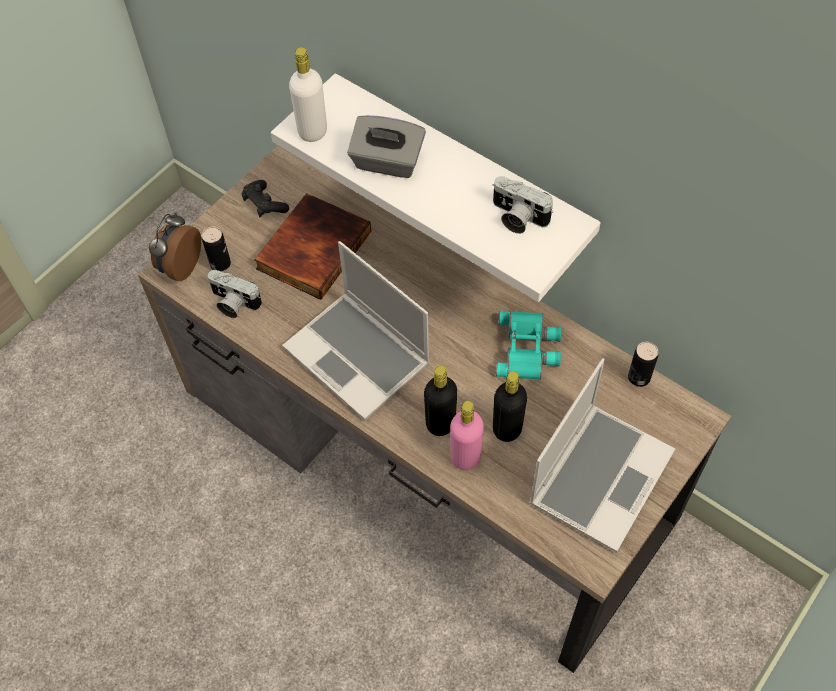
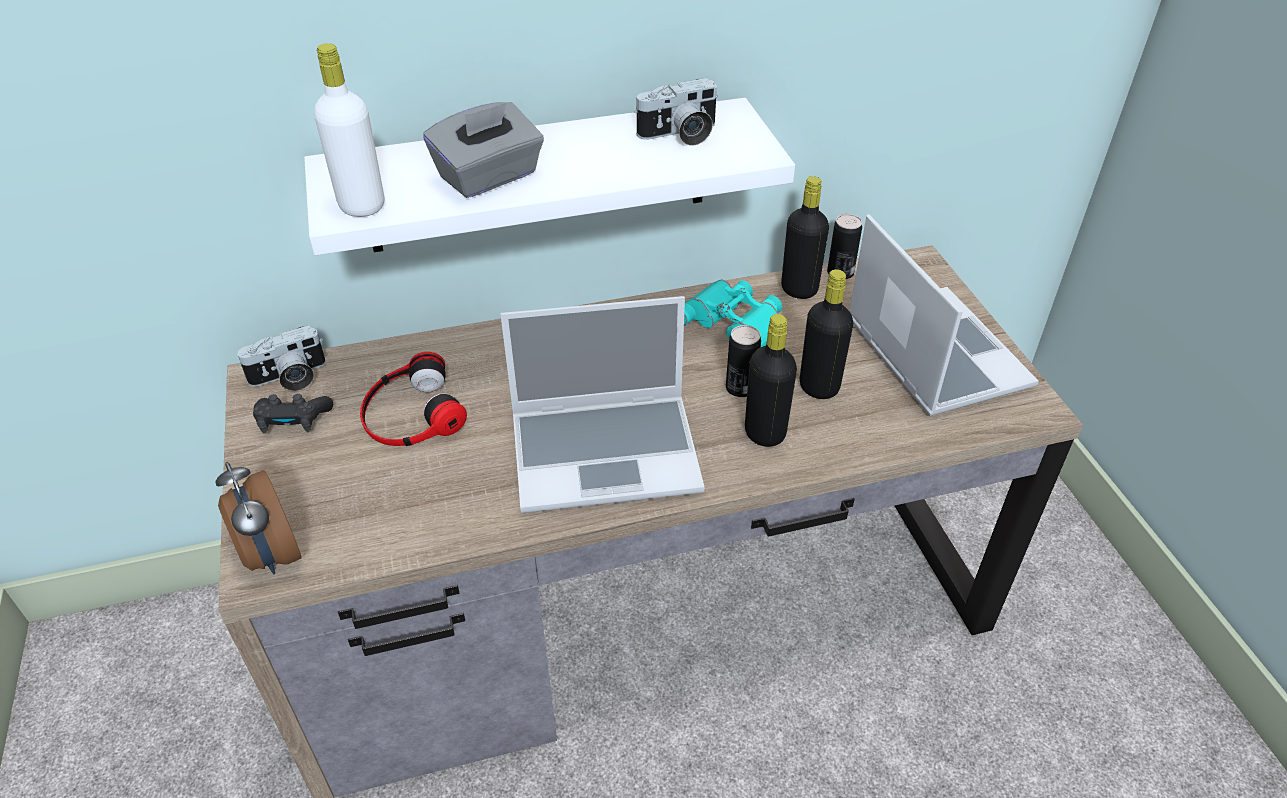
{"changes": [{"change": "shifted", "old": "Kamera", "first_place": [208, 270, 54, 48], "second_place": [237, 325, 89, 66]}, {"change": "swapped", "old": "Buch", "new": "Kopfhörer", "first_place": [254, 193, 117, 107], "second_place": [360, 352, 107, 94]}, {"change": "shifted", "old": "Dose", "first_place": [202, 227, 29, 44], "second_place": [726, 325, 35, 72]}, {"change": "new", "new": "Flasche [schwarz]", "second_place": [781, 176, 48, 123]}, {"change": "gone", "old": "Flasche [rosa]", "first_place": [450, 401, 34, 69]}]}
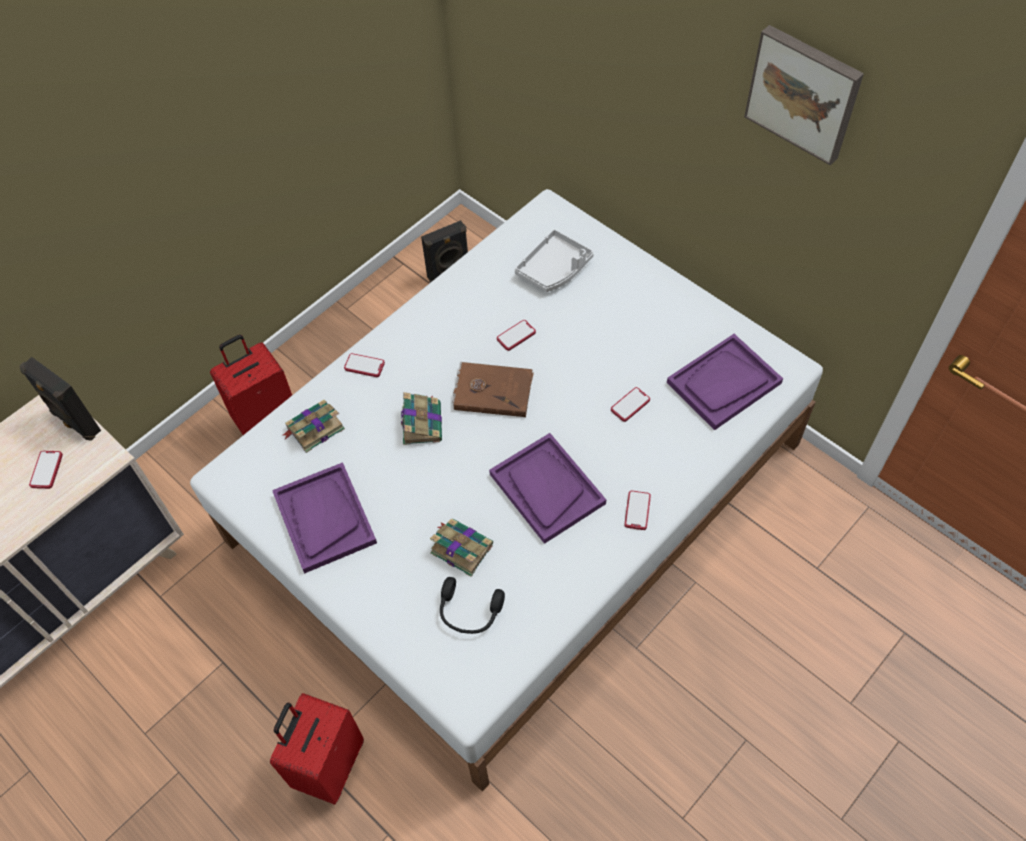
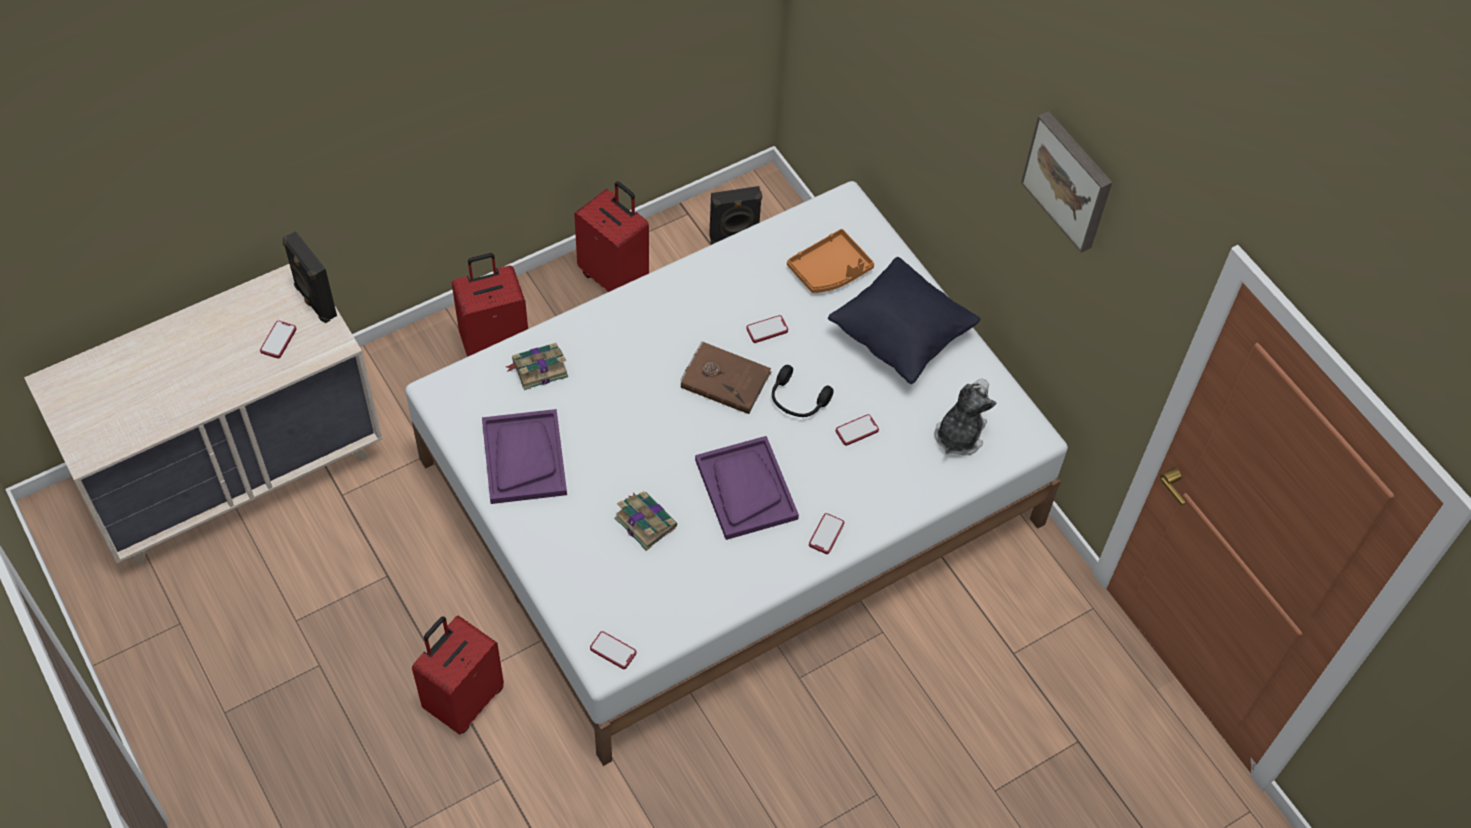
{"changes": [{"change": "new", "new": "Koffer [rot]", "second_place": [574, 181, 75, 111]}, {"change": "shifted", "old": "Handy", "first_place": [344, 353, 41, 24], "second_place": [590, 631, 47, 38]}, {"change": "shifted", "old": "Kopfhörer [schwarz]", "first_place": [440, 577, 65, 57], "second_place": [772, 365, 61, 52]}, {"change": "repainted", "old": "Tablett [grau]", "new": "Tablett [orange]", "first_place": [515, 229, 79, 63], "second_place": [787, 229, 87, 64]}, {"change": "new", "new": "Kissen [schwarz]", "second_place": [828, 257, 152, 127]}, {"change": "swapped", "old": "Tablett [lila]", "new": "Plüschtier", "first_place": [667, 334, 116, 96], "second_place": [935, 379, 62, 77]}, {"change": "gone", "old": "Buch", "first_place": [401, 392, 41, 53]}]}
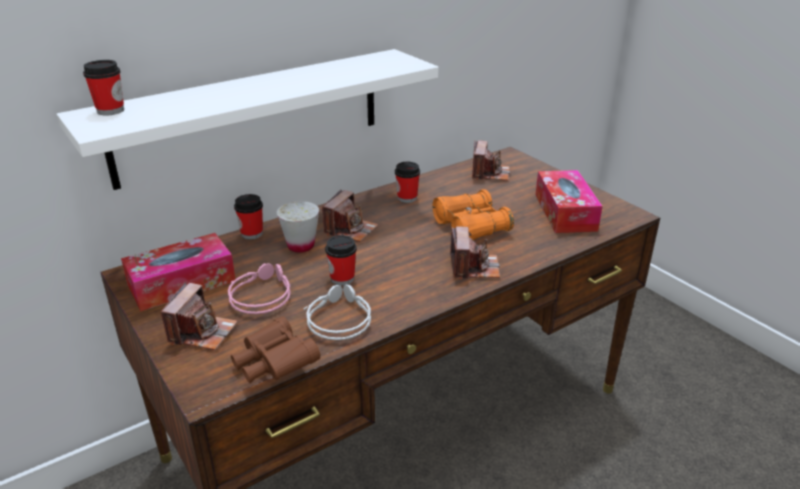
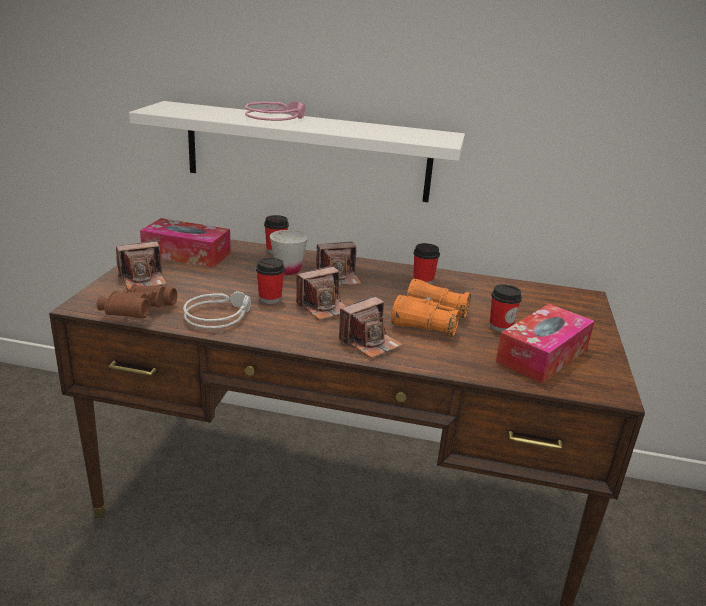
{"changes": [{"change": "shifted", "old": "Kopfhörer [rosa]", "first_place": [228, 263, 63, 51], "second_place": [245, 101, 61, 20]}, {"change": "shifted", "old": "Kamera", "first_place": [472, 140, 38, 41], "second_place": [296, 266, 50, 54]}, {"change": "shifted", "old": "Tasse", "first_place": [83, 60, 41, 55], "second_place": [490, 284, 32, 48]}]}
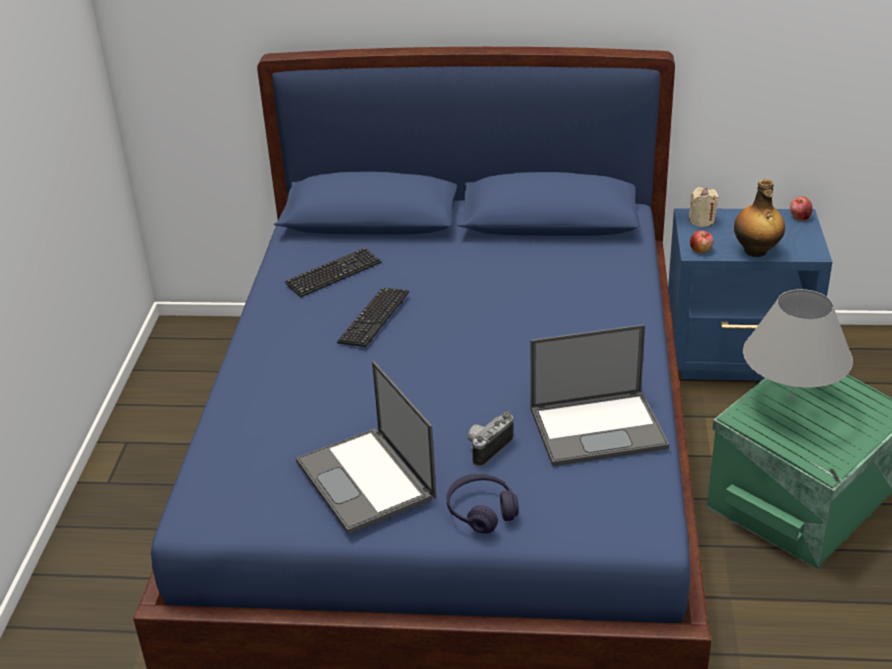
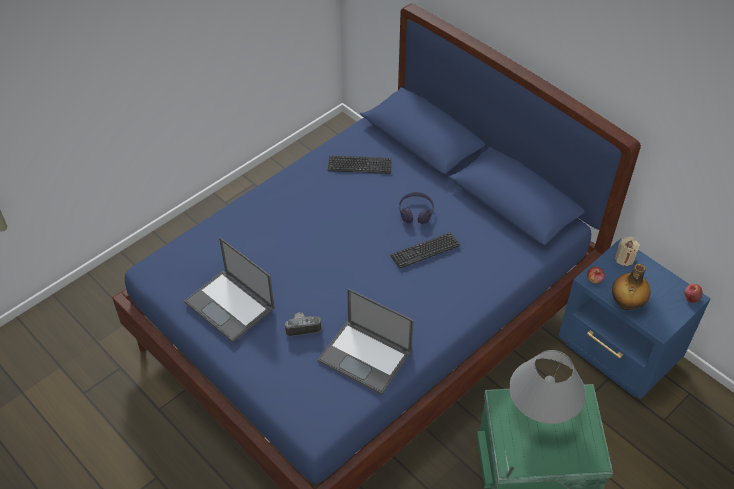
{"changes": [{"change": "rotated", "old": "Laptop", "first_place": [296, 361, 140, 173], "second_place": [184, 237, 90, 106], "degrees": -60}, {"change": "shifted", "old": "Tastatur", "first_place": [337, 288, 72, 59], "second_place": [390, 232, 70, 36]}, {"change": "shifted", "old": "Kopfhörer [lila]", "first_place": [446, 474, 73, 59], "second_place": [399, 192, 35, 32]}]}
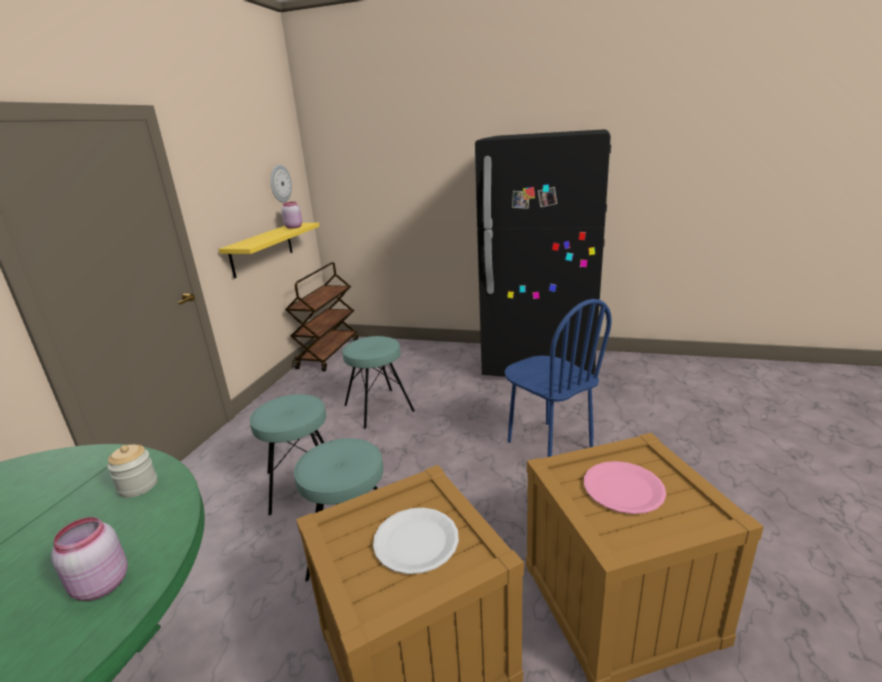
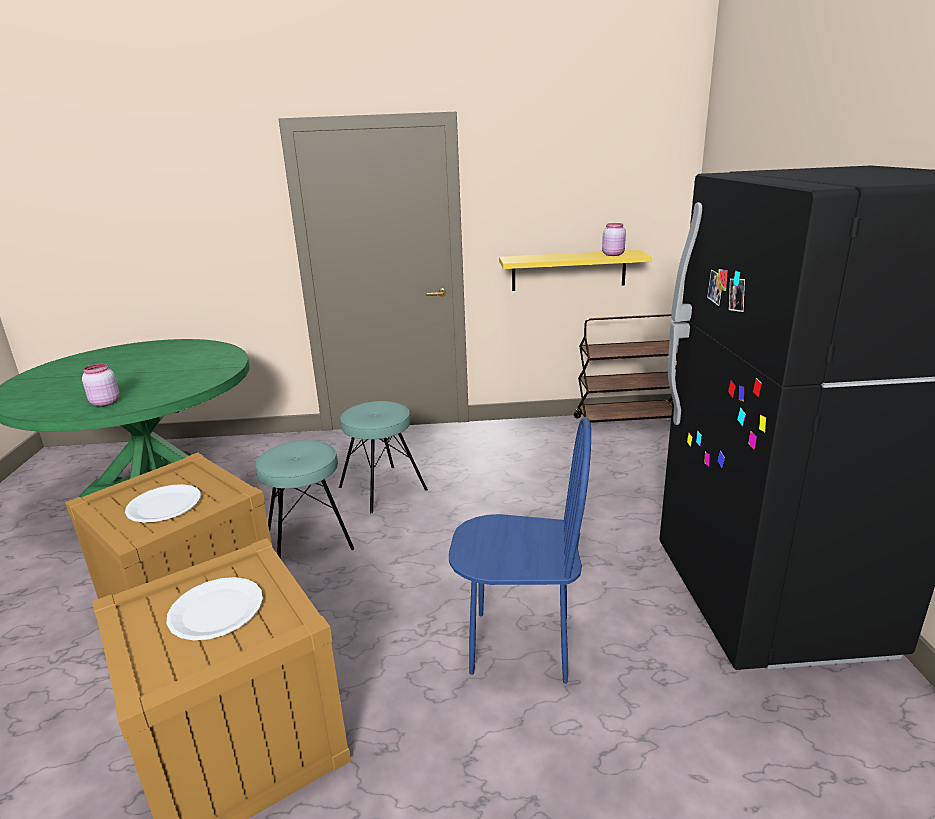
{"changes": [{"change": "repainted", "old": "Teller [rosa]", "new": "Teller [weiß]", "first_place": [584, 461, 82, 53], "second_place": [166, 577, 97, 63]}, {"change": "rotated", "old": "Stuhl [blau]", "first_place": [505, 299, 107, 158], "second_place": [449, 417, 142, 267], "degrees": -120}, {"change": "gone", "old": "Vorratsglas", "first_place": [107, 444, 50, 54]}, {"change": "gone", "old": "Wanduhr", "first_place": [271, 165, 21, 37]}, {"change": "gone", "old": "Hocker [türkis]", "first_place": [343, 336, 72, 93]}]}
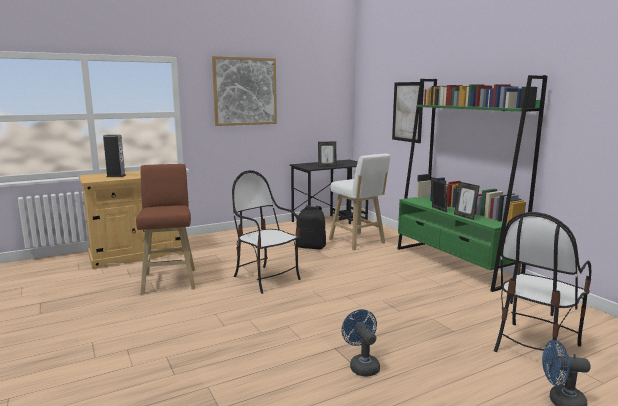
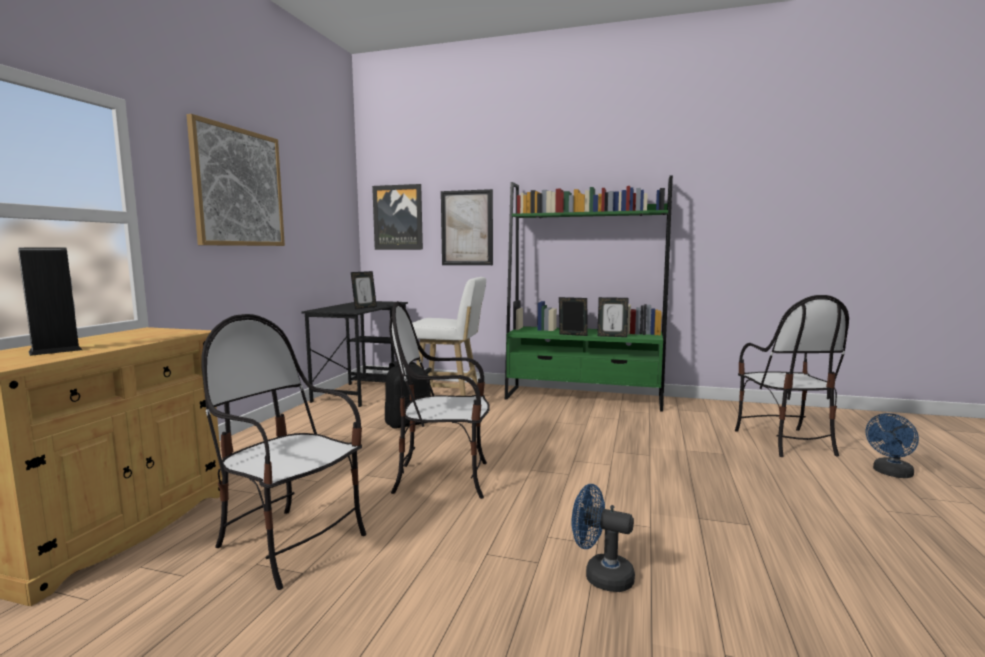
{"changes": [{"change": "swapped", "old": "Hocker [braun]", "new": "Stuhl", "first_place": [136, 164, 59, 130], "second_place": [201, 314, 165, 276]}, {"change": "new", "new": "Bild", "second_place": [372, 184, 51, 66]}, {"change": "shifted", "old": "Ventilator [blau]", "first_place": [341, 309, 39, 68], "second_place": [571, 484, 64, 108]}]}
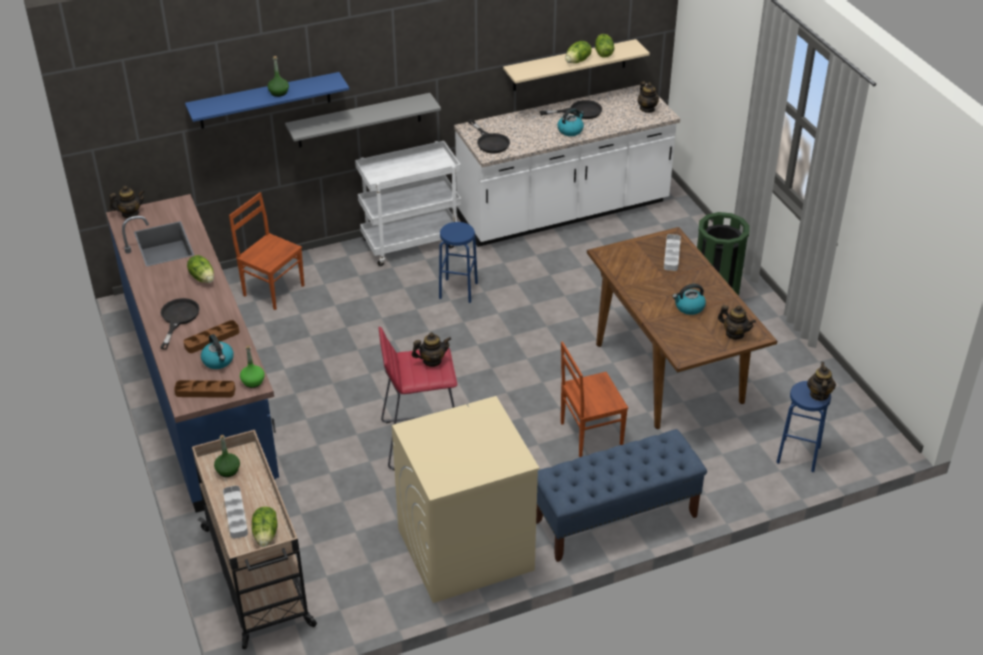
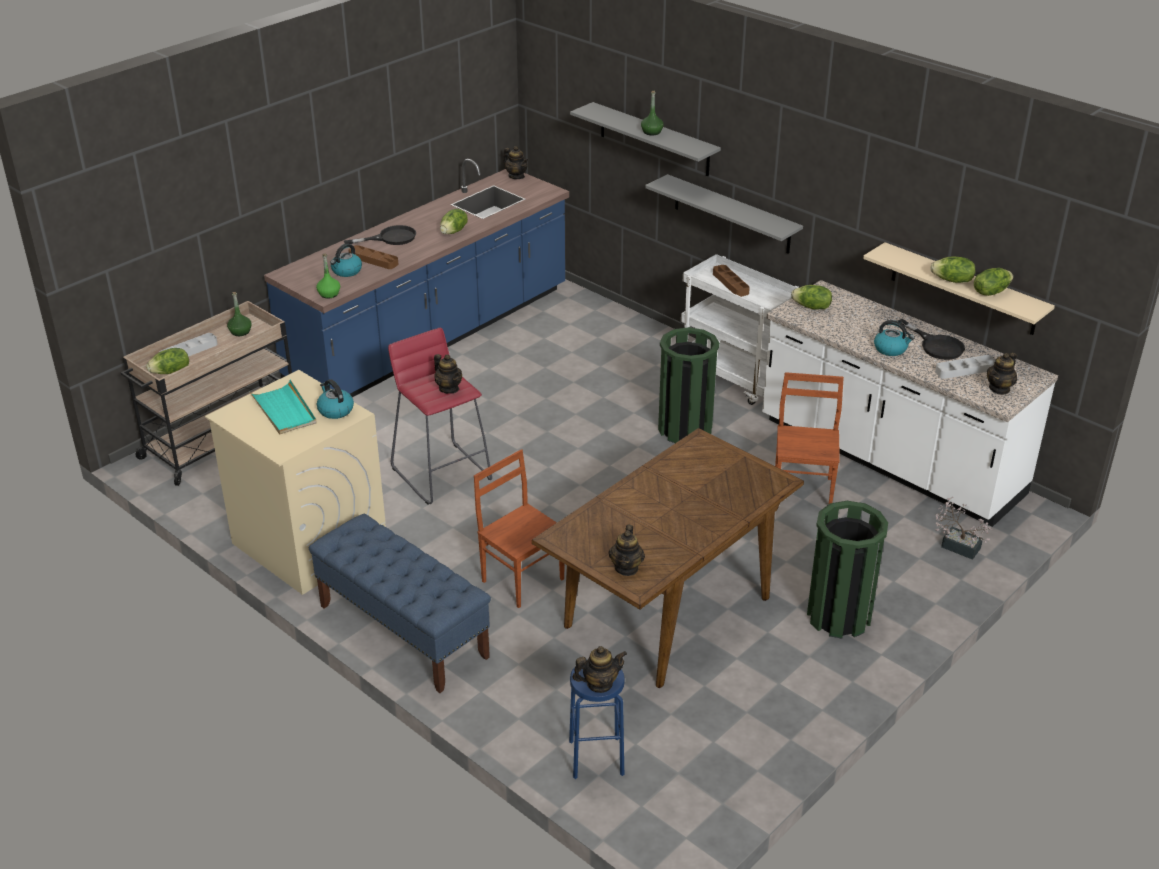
{"changes": [{"change": "new", "new": "Tablett [türkis]", "second_place": [249, 379, 68, 56]}, {"change": "shifted", "old": "Wasserkessel", "first_place": [672, 284, 34, 31], "second_place": [317, 379, 37, 40]}, {"change": "repainted", "old": "Wandregal [blau]", "new": "Wandregal [grau]", "first_place": [185, 72, 164, 57], "second_place": [570, 102, 151, 74]}, {"change": "swapped", "old": "Hocker [blau]", "new": "Mülleimer [grün]", "first_place": [439, 222, 39, 81], "second_place": [658, 327, 62, 116]}, {"change": "shifted", "old": "Tablett [braun]", "first_place": [174, 380, 61, 18], "second_place": [713, 265, 37, 32]}, {"change": "shifted", "old": "Stuhl [braun]", "first_place": [229, 192, 75, 118], "second_place": [775, 372, 69, 132]}, {"change": "swapped", "old": "Pfanne [schwarz]", "new": "Salatkopf", "first_place": [468, 119, 42, 34], "second_place": [791, 285, 41, 25]}, {"change": "shifted", "old": "Tablett [grau]", "first_place": [664, 234, 17, 37], "second_place": [935, 355, 61, 24]}, {"change": "new", "new": "Topfpflanze", "second_place": [935, 497, 57, 63]}]}
